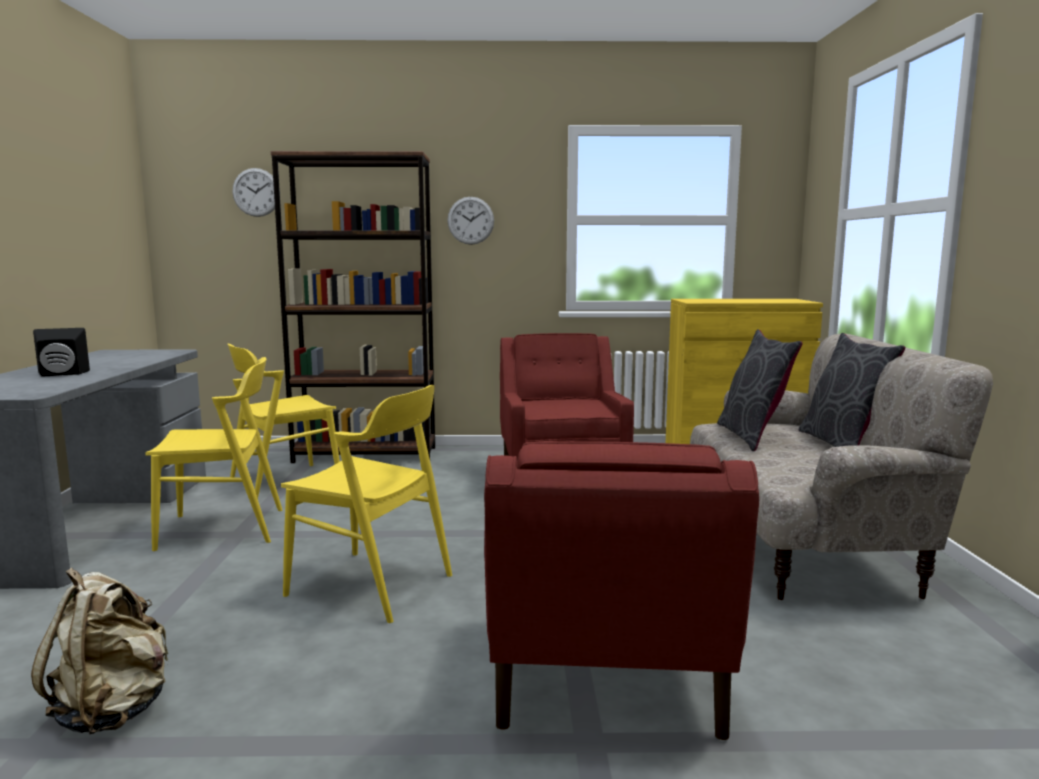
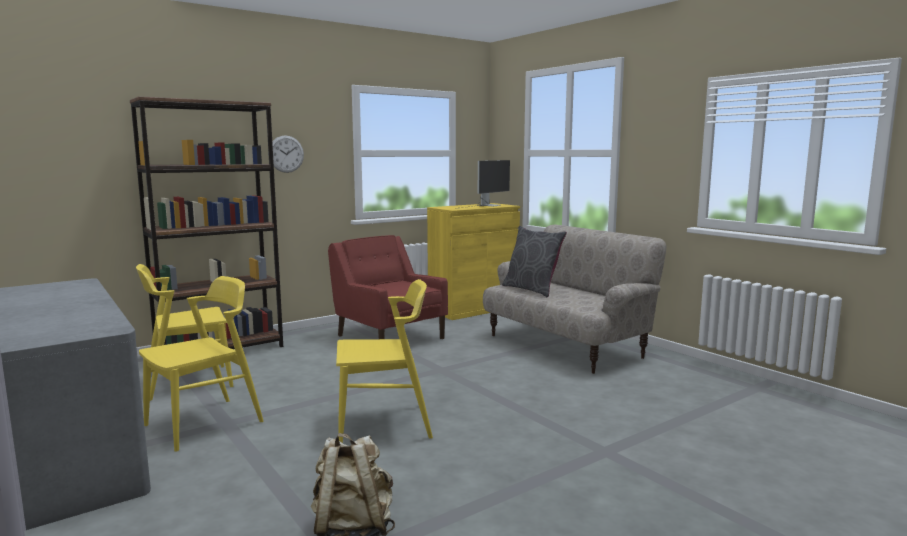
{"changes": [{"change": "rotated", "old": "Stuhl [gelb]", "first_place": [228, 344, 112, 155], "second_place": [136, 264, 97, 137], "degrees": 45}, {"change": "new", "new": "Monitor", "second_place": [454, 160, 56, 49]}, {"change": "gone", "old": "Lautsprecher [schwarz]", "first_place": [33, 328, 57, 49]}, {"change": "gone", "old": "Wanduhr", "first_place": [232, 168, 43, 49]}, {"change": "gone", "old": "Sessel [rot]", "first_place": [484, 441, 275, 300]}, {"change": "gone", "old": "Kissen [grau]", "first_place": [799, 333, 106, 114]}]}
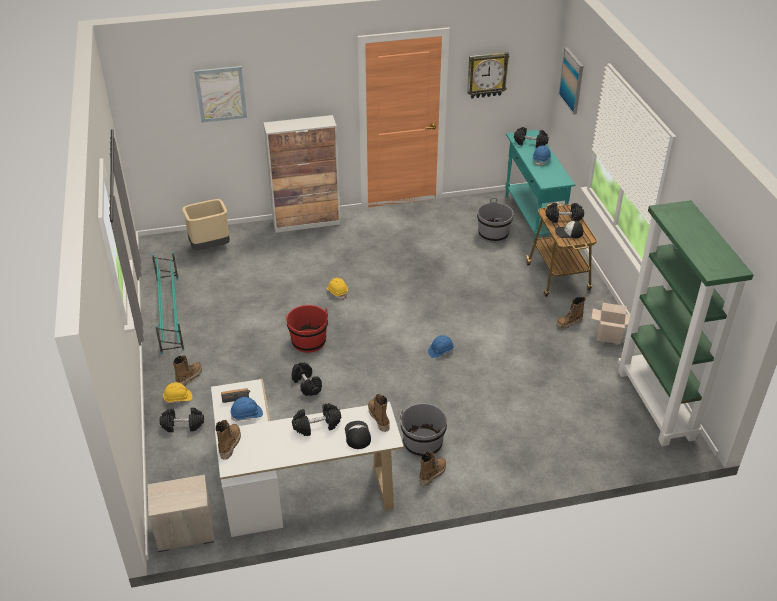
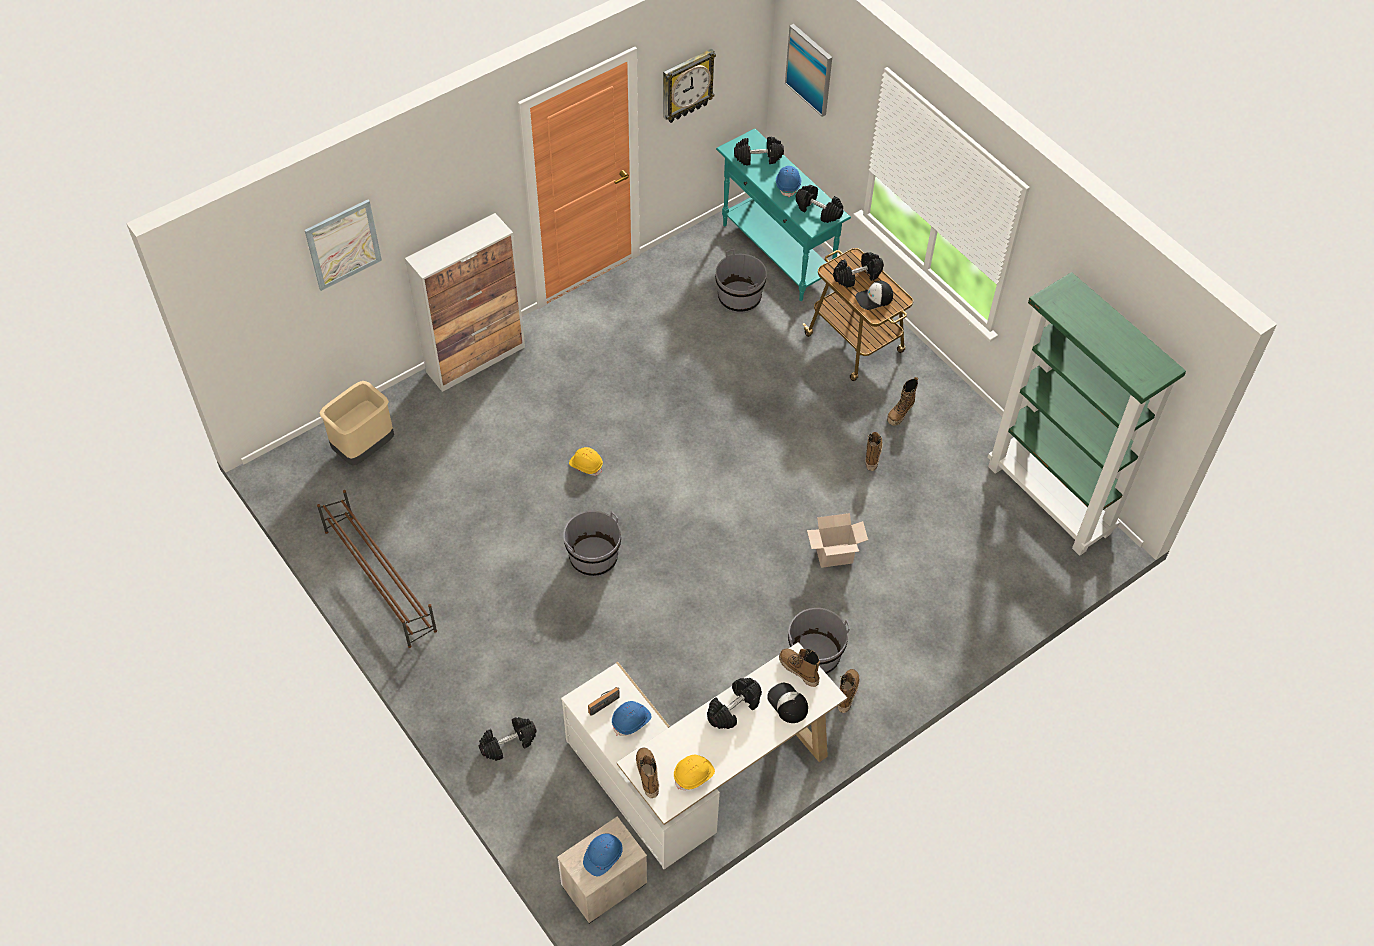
{"changes": [{"change": "repainted", "old": "Schuhregal [türkis]", "new": "Schuhregal [braun]", "first_place": [152, 252, 33, 102], "second_place": [317, 490, 120, 158]}, {"change": "repainted", "old": "Eimer [rot]", "new": "Eimer [grau]", "first_place": [285, 305, 43, 48], "second_place": [563, 511, 58, 66]}, {"change": "shifted", "old": "Schutzhelm [blau]", "first_place": [428, 335, 26, 23], "second_place": [583, 833, 40, 43]}, {"change": "shifted", "old": "Schutzhelm [gelb]", "first_place": [163, 382, 29, 22], "second_place": [674, 755, 41, 35]}, {"change": "shifted", "old": "Hantel [schwarz]", "first_place": [291, 362, 31, 34], "second_place": [795, 185, 48, 38]}, {"change": "shifted", "old": "Karton", "first_place": [591, 303, 39, 41], "second_place": [807, 513, 61, 55]}, {"change": "shifted", "old": "Stiefel", "first_place": [172, 355, 30, 31], "second_place": [865, 432, 18, 39]}]}
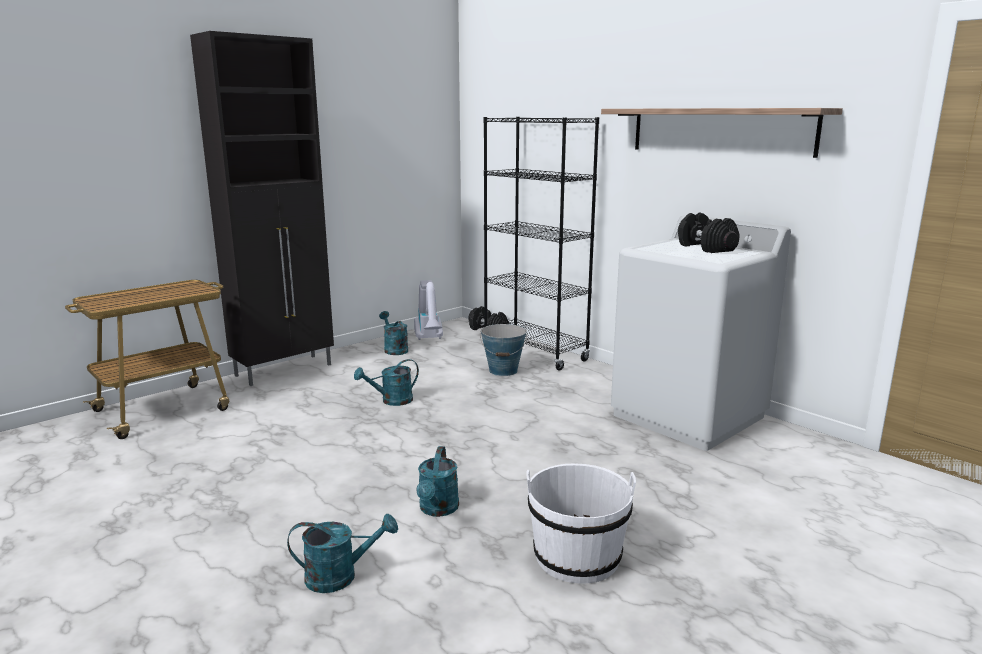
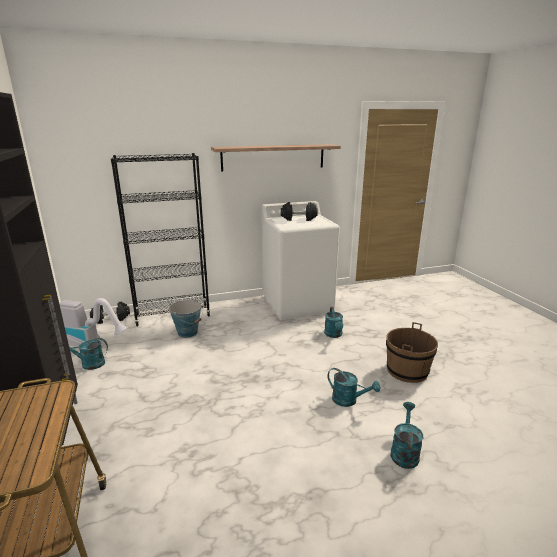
{"changes": [{"change": "shifted", "old": "Gießkanne [türkis]", "first_place": [354, 359, 65, 47], "second_place": [324, 307, 19, 31]}, {"change": "repainted", "old": "Eimer [weiß]", "new": "Eimer [braun]", "first_place": [526, 463, 110, 120], "second_place": [386, 322, 52, 61]}]}
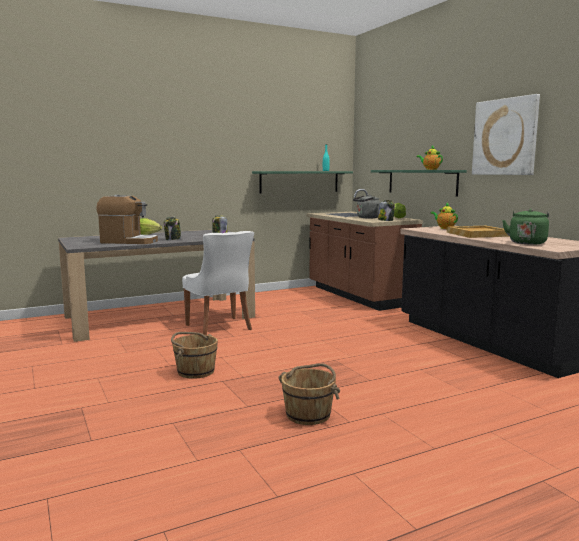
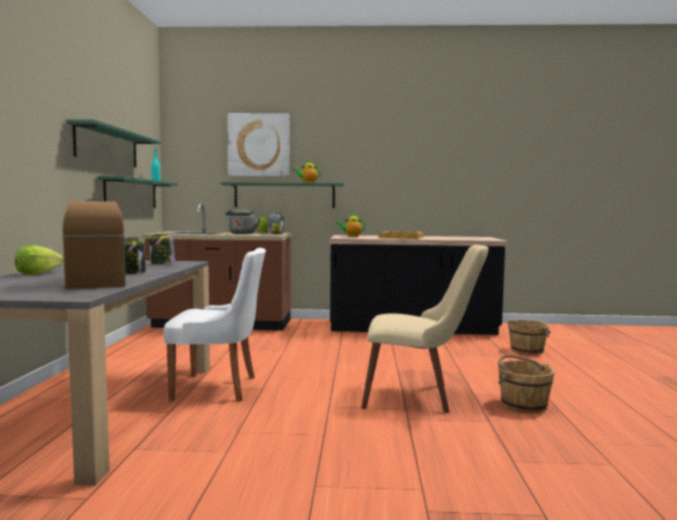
{"changes": [{"change": "rotated", "old": "Kaffeemaschine", "first_place": [96, 195, 62, 49], "second_place": [62, 199, 64, 90], "degrees": -60}, {"change": "new", "new": "Wandregal [grün]", "second_place": [66, 119, 95, 48]}, {"change": "shifted", "old": "Bild", "first_place": [472, 94, 68, 81], "second_place": [227, 113, 62, 64]}, {"change": "new", "new": "Stuhl [beige]", "second_place": [361, 245, 128, 168]}, {"change": "shifted", "old": "Eimer [braun]", "first_place": [171, 332, 47, 47], "second_place": [507, 320, 43, 35]}, {"change": "gone", "old": "Wasserkessel [grün]", "first_place": [502, 209, 47, 36]}]}
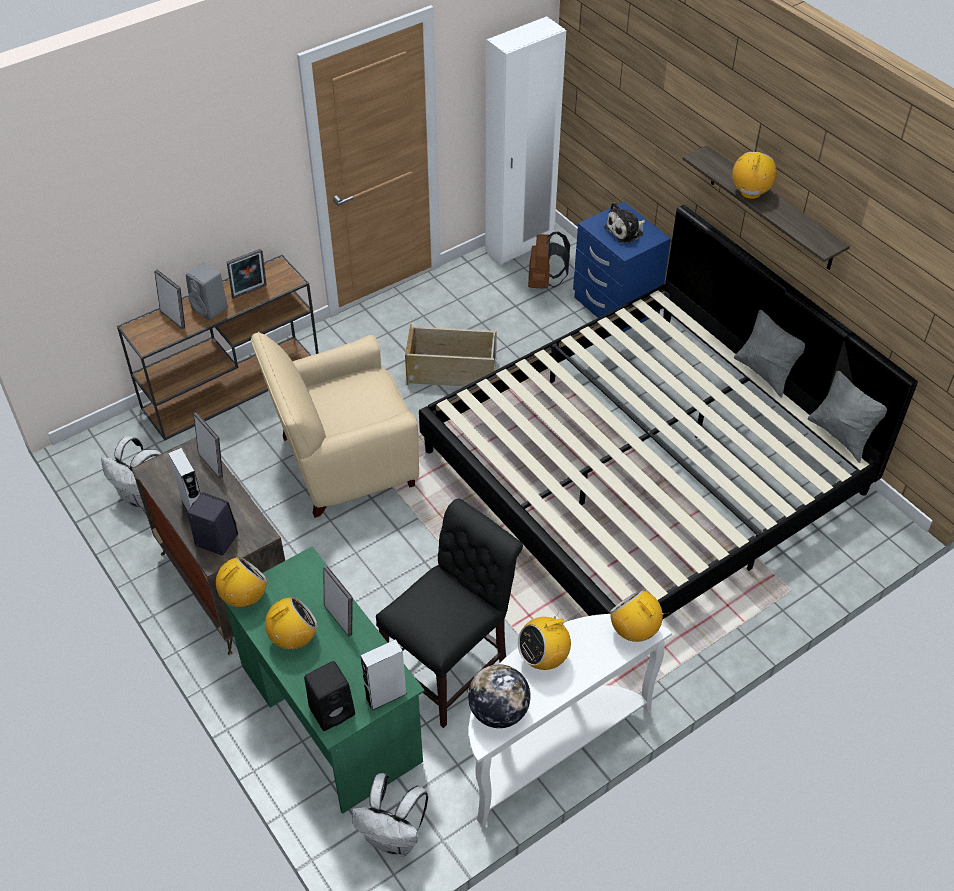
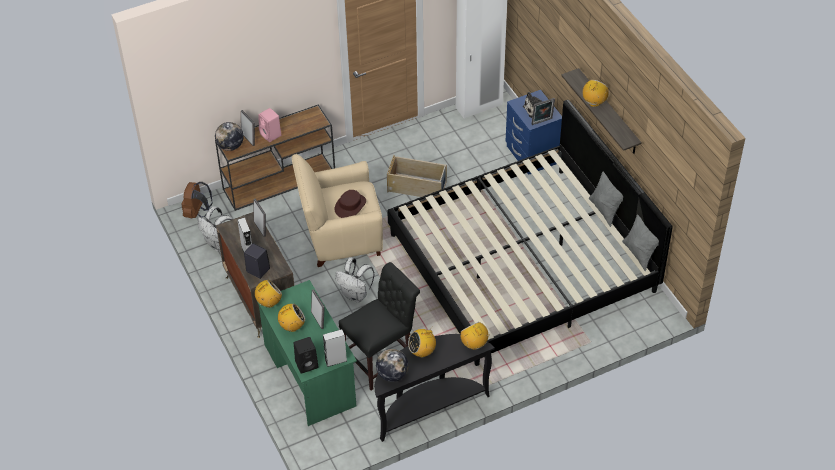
{"changes": [{"change": "shifted", "old": "Rucksack [braun]", "first_place": [528, 232, 42, 57], "second_place": [181, 182, 31, 37]}, {"change": "new", "new": "Globus", "second_place": [215, 122, 29, 29]}, {"change": "repainted", "old": "Lautsprecher [grau]", "new": "Lautsprecher [rosa]", "first_place": [186, 262, 42, 58], "second_place": [258, 108, 23, 34]}, {"change": "new", "new": "Hut [braun]", "second_place": [335, 190, 31, 28]}, {"change": "shifted", "old": "Rucksack [weiß]", "first_place": [352, 773, 76, 84], "second_place": [335, 257, 40, 46]}, {"change": "repainted", "old": "Konsolentisch [weiß]", "new": "Konsolentisch [schwarz]", "first_place": [469, 614, 203, 212], "second_place": [375, 334, 120, 108]}, {"change": "shifted", "old": "Bilderrahmen", "first_place": [227, 249, 40, 50], "second_place": [531, 98, 24, 27]}]}
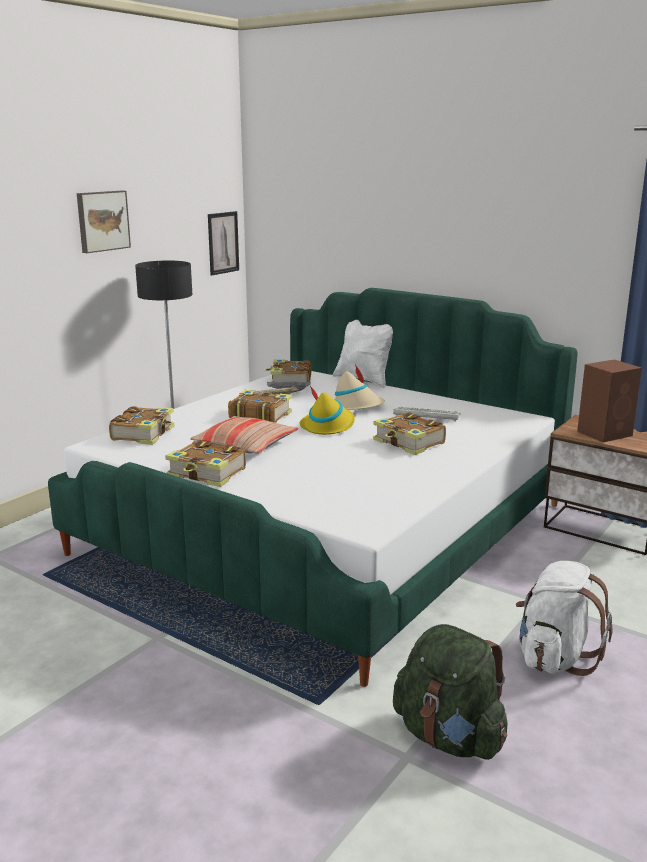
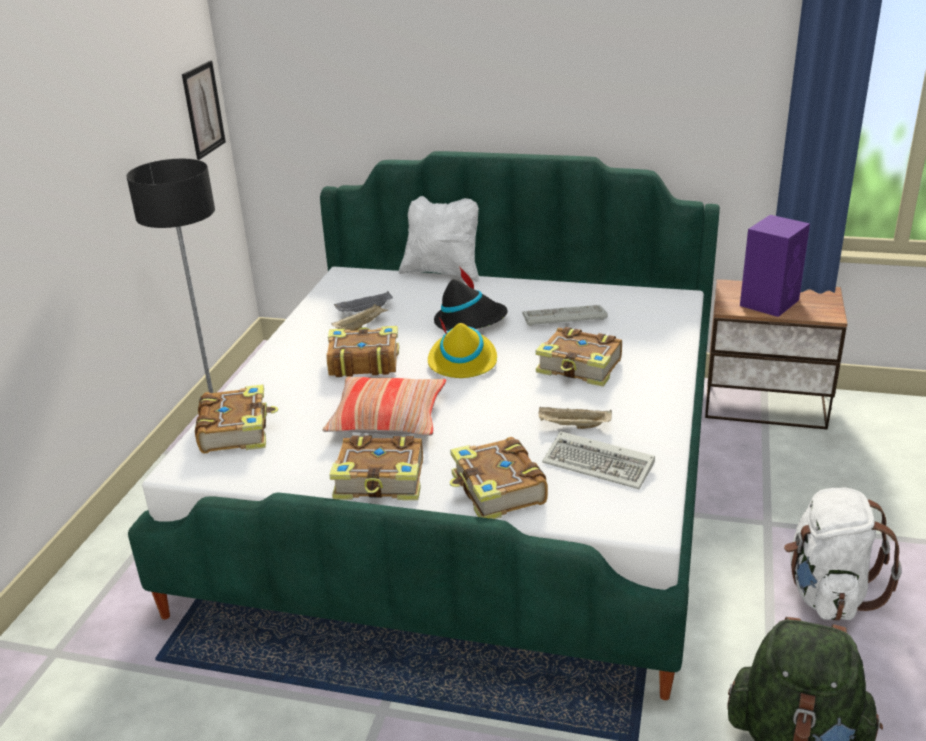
{"changes": [{"change": "repainted", "old": "Hut [beige]", "new": "Hut [schwarz]", "first_place": [334, 364, 51, 46], "second_place": [434, 266, 74, 65]}, {"change": "shifted", "old": "Buch", "first_place": [264, 359, 48, 27], "second_place": [450, 437, 98, 82]}, {"change": "new", "new": "Tablett [beige]", "second_place": [539, 407, 73, 22]}, {"change": "new", "new": "Tastatur", "second_place": [542, 431, 113, 58]}, {"change": "repainted", "old": "Lautsprecher [braun]", "new": "Lautsprecher [lila]", "first_place": [577, 359, 65, 84], "second_place": [740, 215, 70, 102]}, {"change": "gone", "old": "Bild", "first_place": [77, 191, 54, 62]}]}
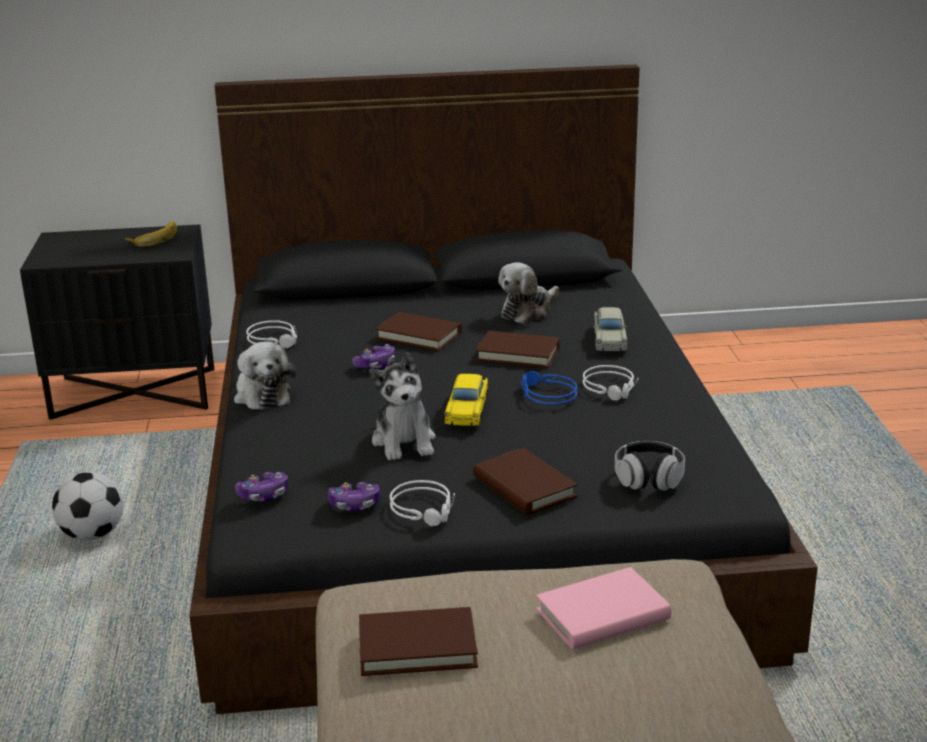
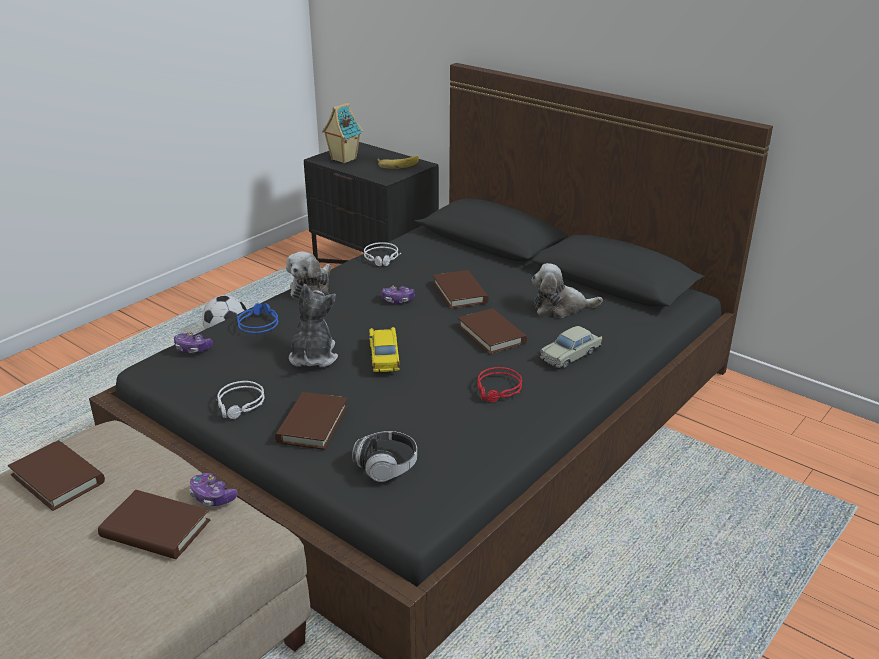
{"changes": [{"change": "repainted", "old": "Buch [rosa]", "new": "Buch [braun]", "first_place": [536, 567, 135, 83], "second_place": [98, 490, 112, 69]}, {"change": "shifted", "old": "Gamepad", "first_place": [328, 482, 53, 29], "second_place": [189, 473, 49, 33]}, {"change": "shifted", "old": "Kopfhörer [blau]", "first_place": [521, 371, 57, 34], "second_place": [236, 303, 42, 30]}, {"change": "rotated", "old": "Plüschtier", "first_place": [369, 352, 67, 108], "second_place": [289, 284, 49, 83], "degrees": 150}, {"change": "new", "new": "Spielzeughaus", "second_place": [322, 102, 41, 62]}, {"change": "rotated", "old": "Spielzeugauto [gelb]", "first_place": [444, 374, 44, 52], "second_place": [369, 327, 31, 45], "degrees": 120}, {"change": "repainted", "old": "Kopfhörer [grau]", "new": "Kopfhörer [rot]", "first_place": [583, 365, 56, 35], "second_place": [477, 367, 45, 36]}]}
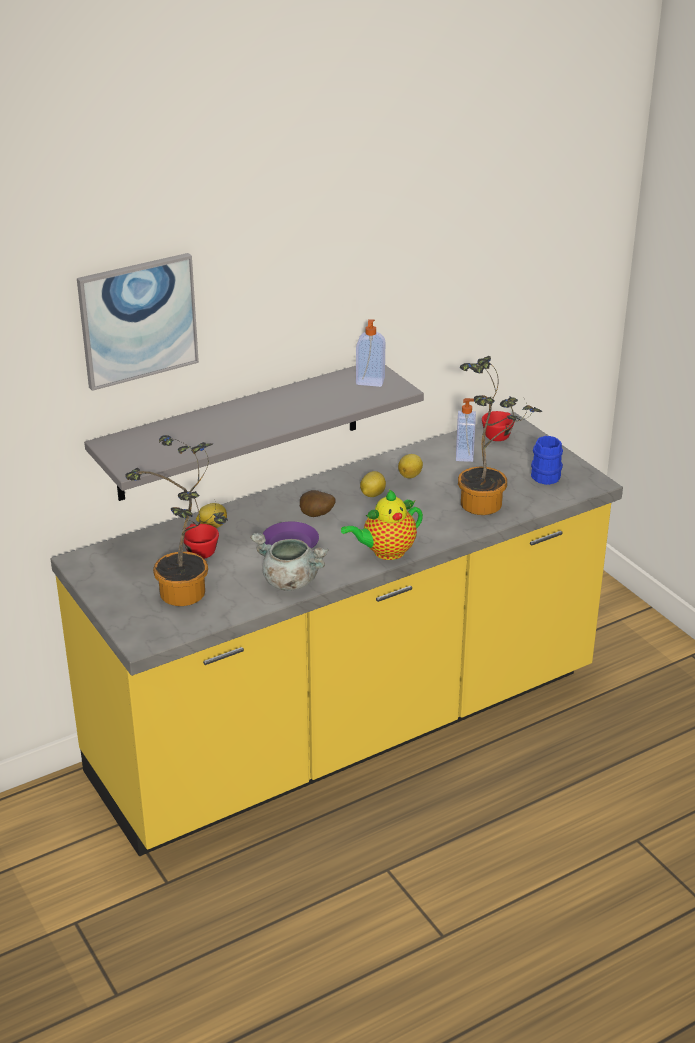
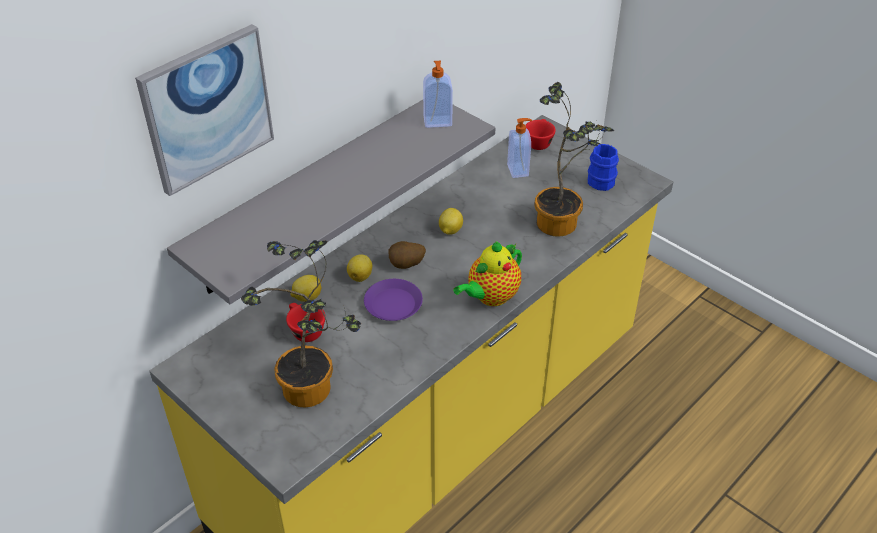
{"changes": [{"change": "shifted", "old": "Zitrone", "first_place": [398, 454, 25, 25], "second_place": [347, 254, 25, 28]}, {"change": "gone", "old": "Kochtopf [grau]", "first_place": [250, 533, 78, 58]}]}
